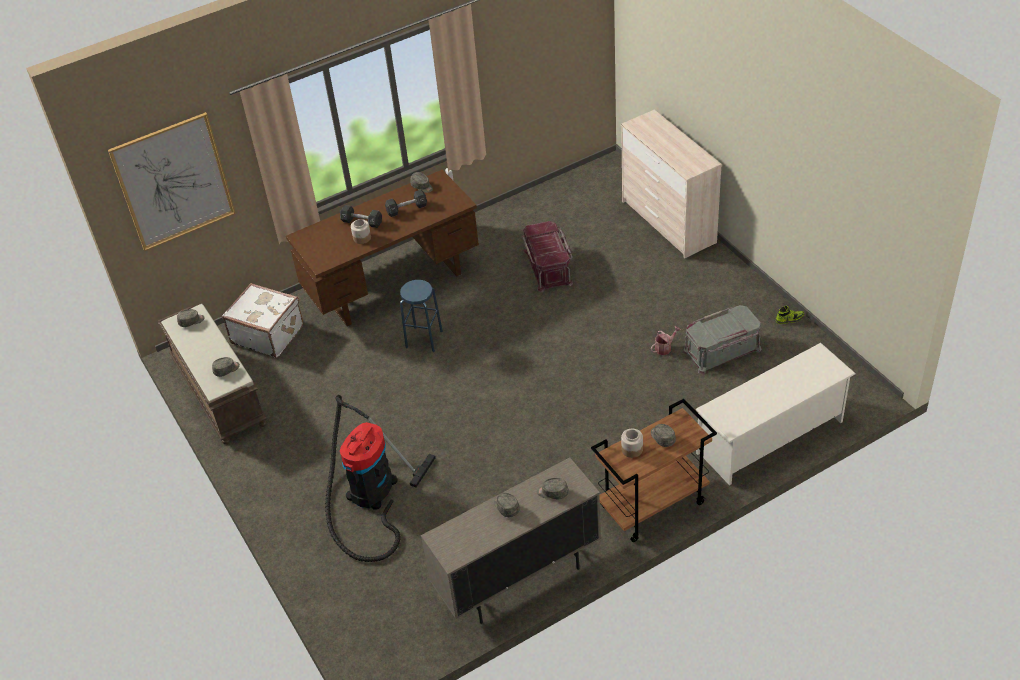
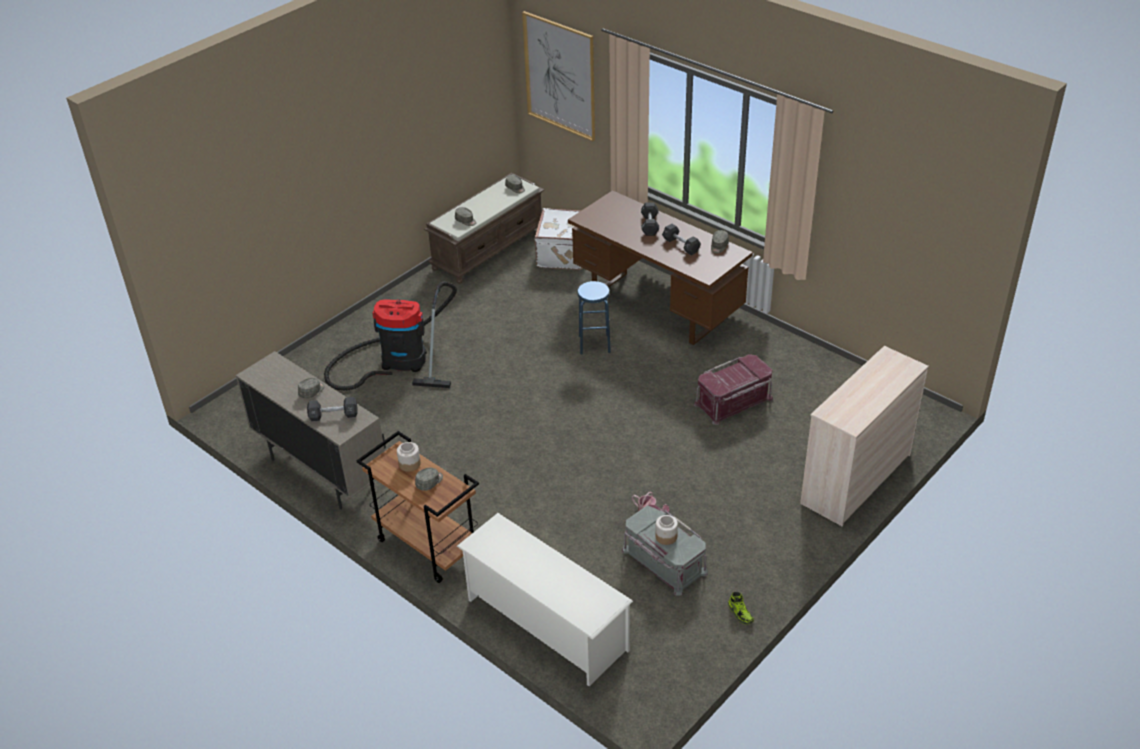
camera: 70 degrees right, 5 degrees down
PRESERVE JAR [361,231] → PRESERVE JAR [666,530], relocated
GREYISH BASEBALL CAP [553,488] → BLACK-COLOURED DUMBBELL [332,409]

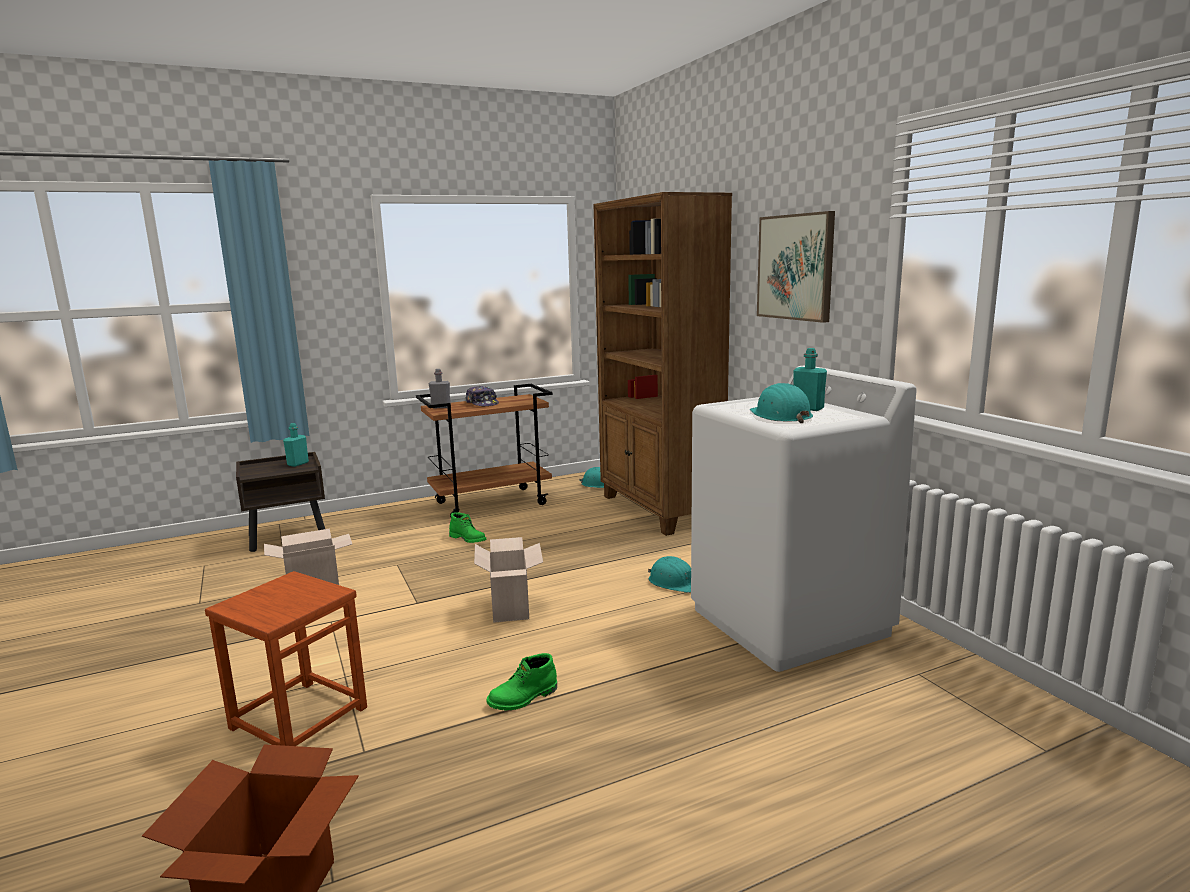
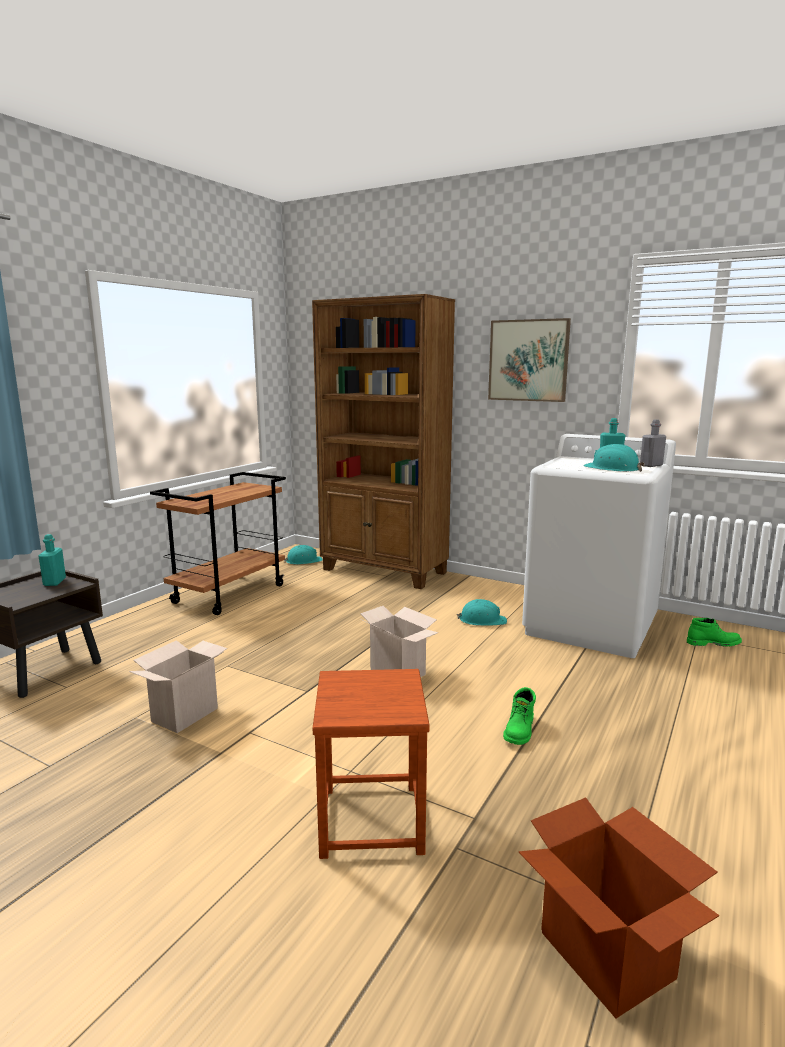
camera: 35 degrees left, 0 degrees up
GREYISH DRINK BOTTLE [440,388] → GREYISH DRINK BOTTLE [653,443], relocated
BASEBALL CAP [482,396] → -
GREEN TALL BOOT [467,527] → GREEN TALL BOOT [714,632], relocated

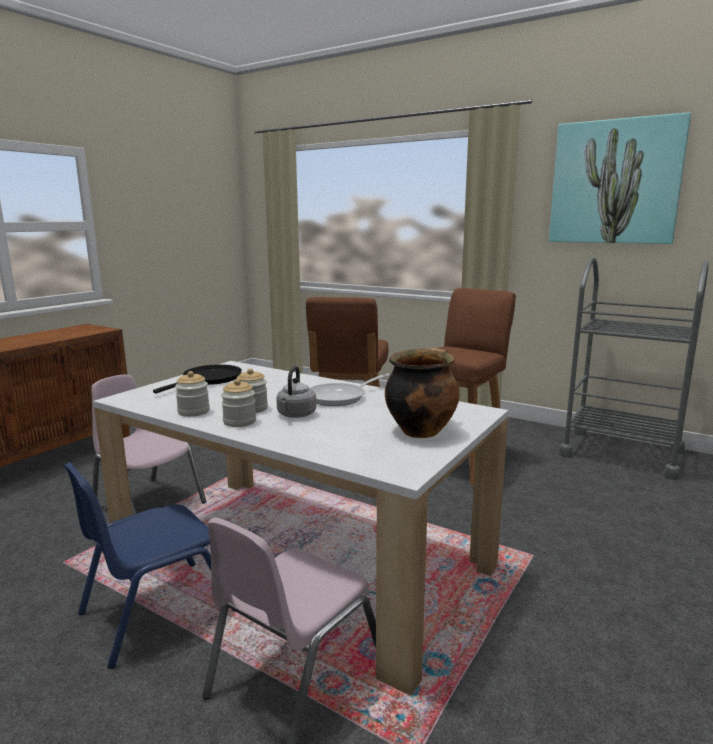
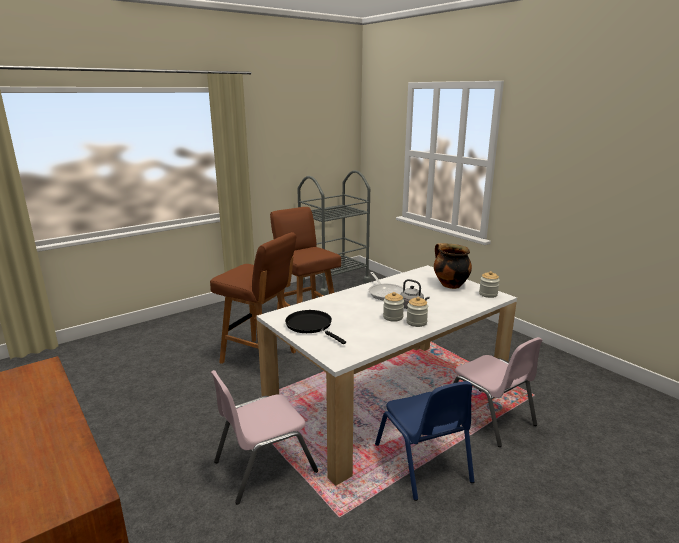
camera: 70 degrees left, 5 degrees up
WALL PICTURE [620,178] → -
PRESERVE JAR [192,394] → PRESERVE JAR [489,284], relocated

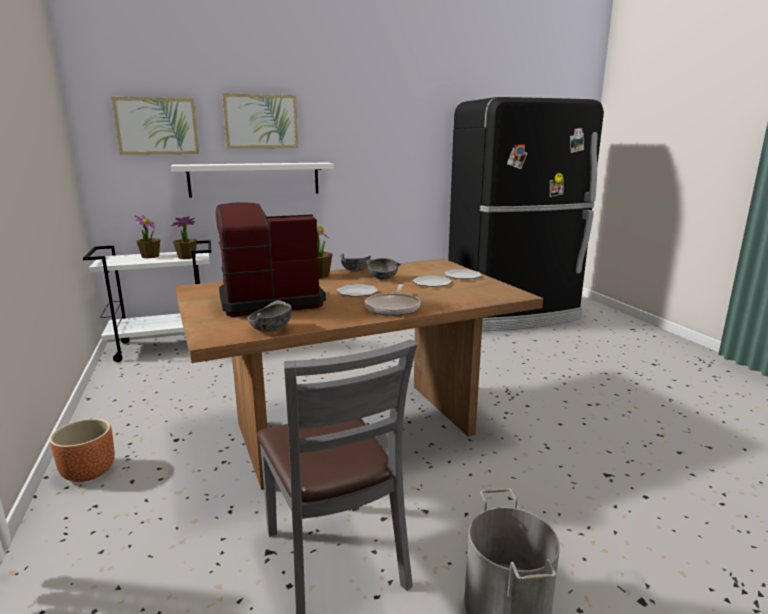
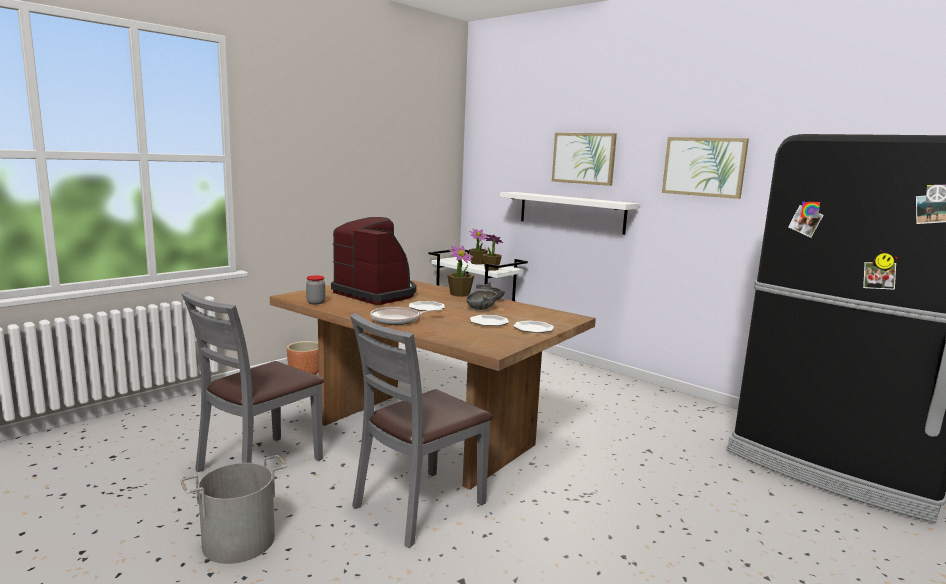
camera: 60 degrees right, 5 degrees down
WALL PICTURE [155,126] → WALL PICTURE [705,168], relocated
GREYISH BOWL [270,316] → PRESERVE JAR [315,290]
- → GREYISH CHAIR [421,430]

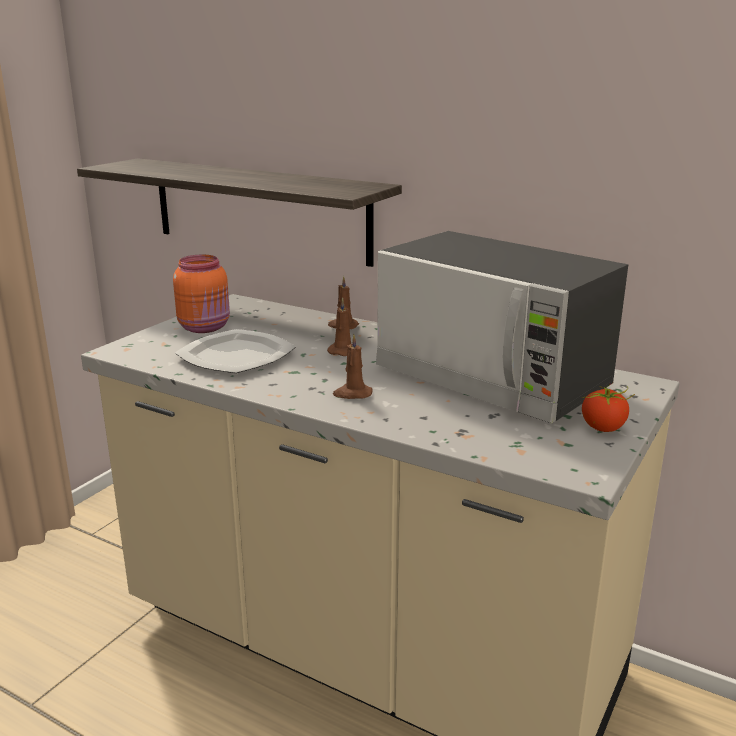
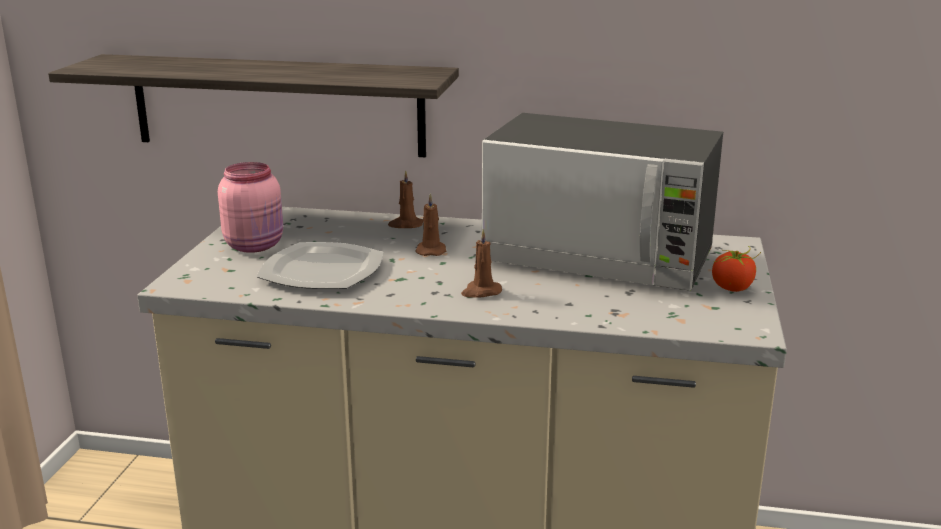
camera: 20 degrees left, 0 degrees up
ORANGE-COLOURED PRESERVE JAR [201,294] → PINK PRESERVE JAR [250,207]

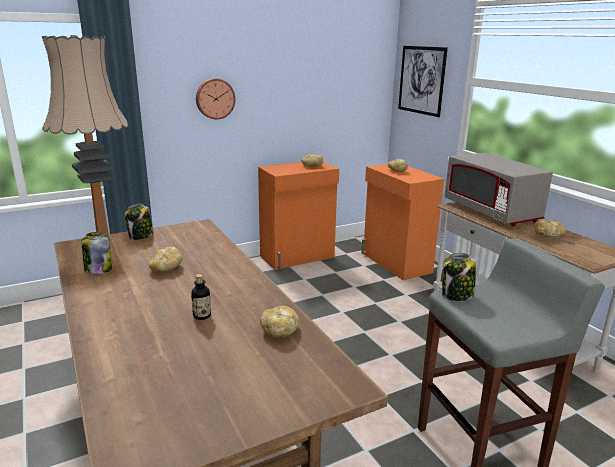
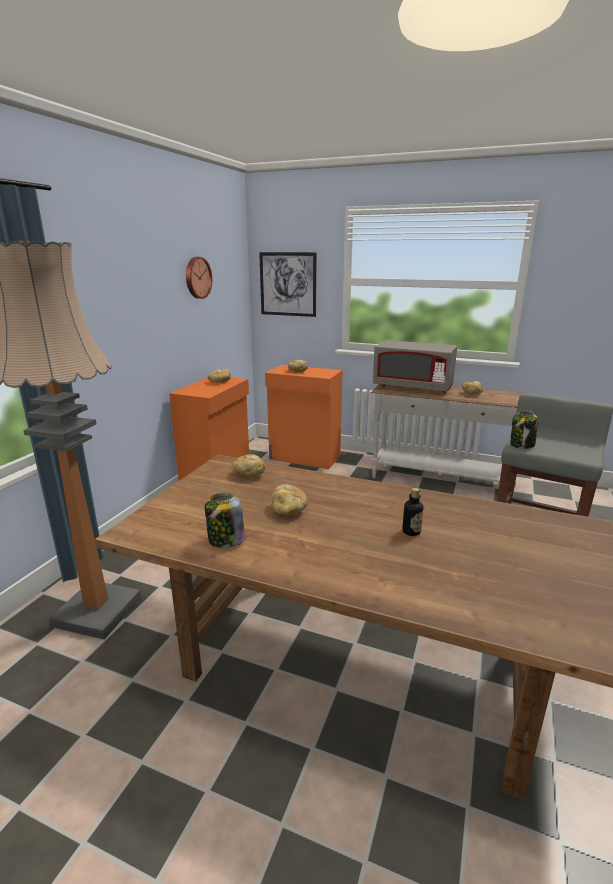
camera: 40 degrees left, 0 degrees up
WALL CLOCK [215,99] → WALL CLOCK [199,278], relocated
PRESERVE JAR [139,222] → -
BAKED BREAD [279,322] → BAKED BREAD [248,465], relocated

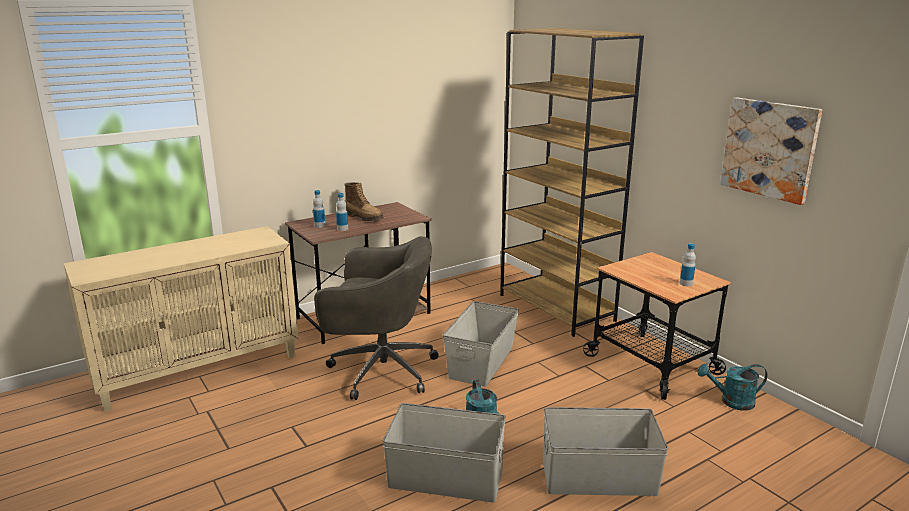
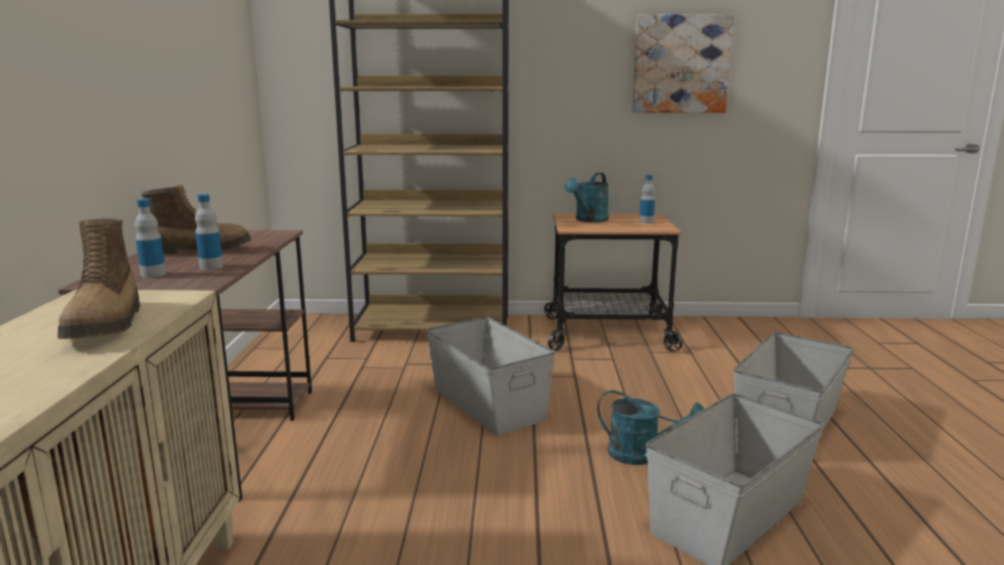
camera: 55 degrees left, 5 degrees down
GREYISH DESK CHAIR [376,318] → -
BLUE-GREEN SPRINKLING CAN [732,387] → BLUE-GREEN SPRINKLING CAN [586,197], relocated
- → TALL BOOT [99,278]

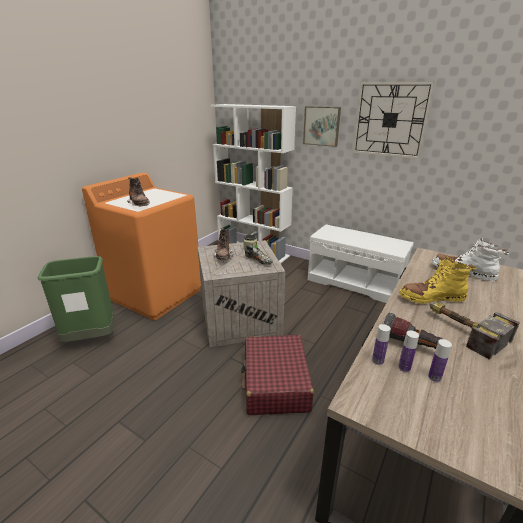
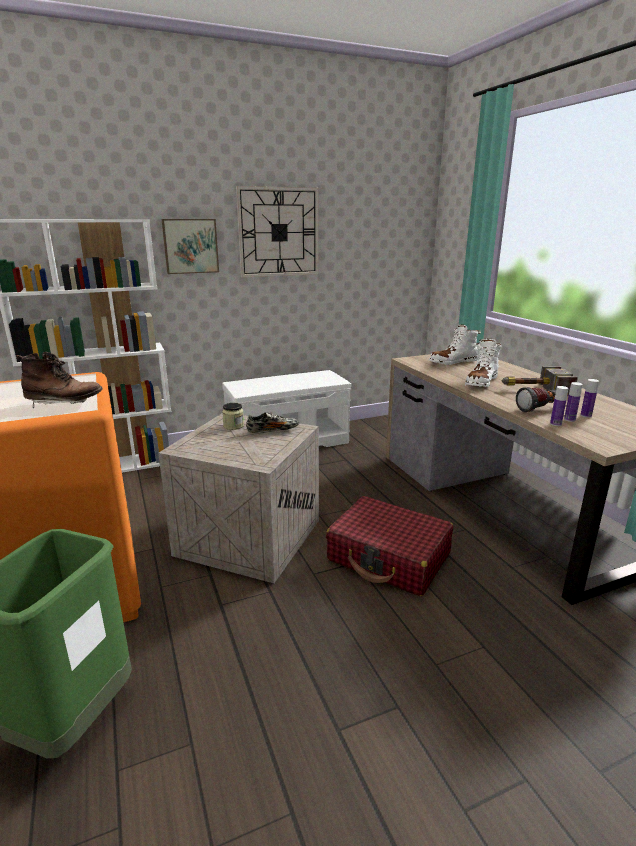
camera: 55 degrees left, 5 degrees down
BROWN TALL BOOT [223,244] → -
YELLOW-COLOURED TALL BOOT [437,280] → WHITE TALL BOOT [483,363]

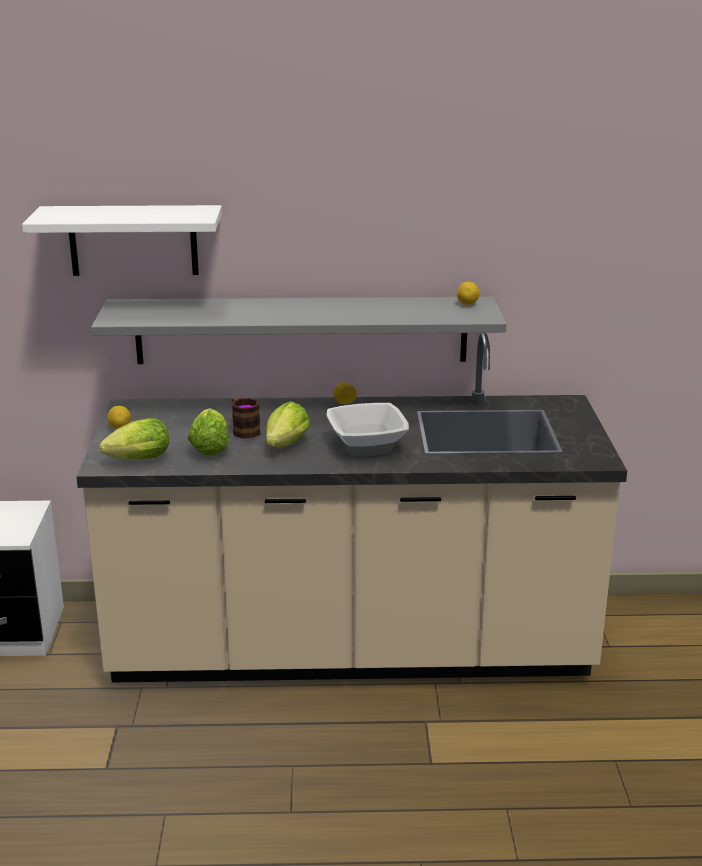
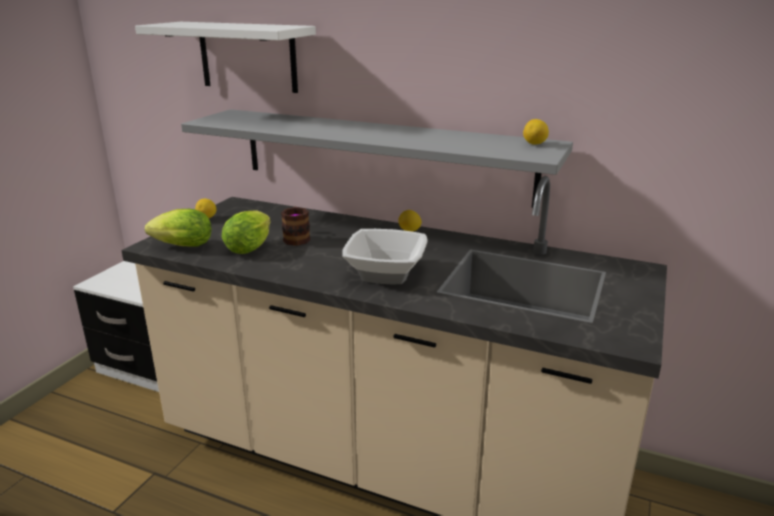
camera: 25 degrees right, 0 degrees up
HEAD OF LETTUCE [288,424] → -

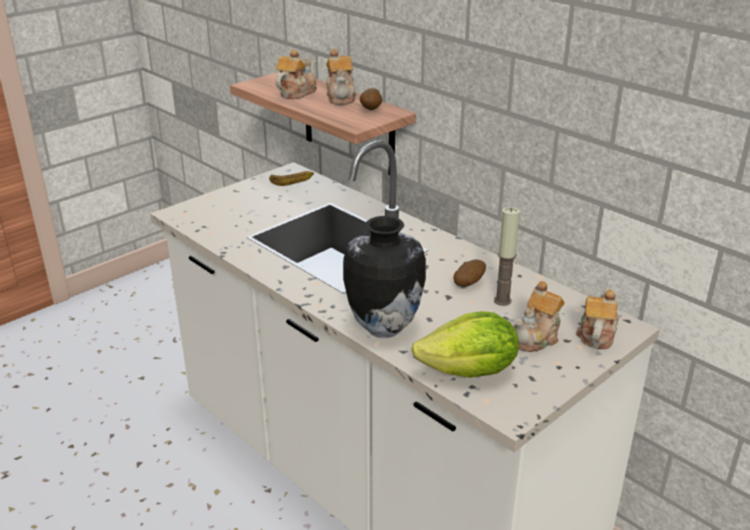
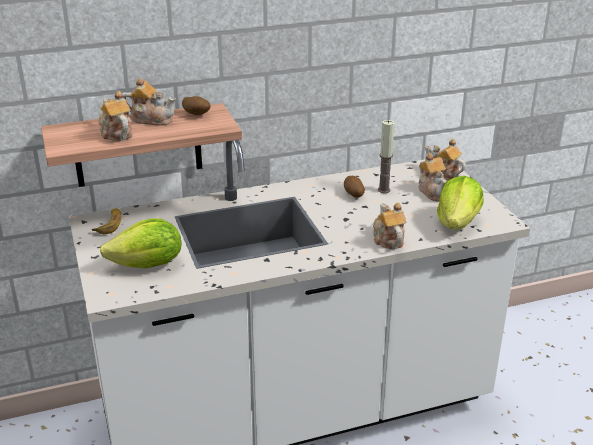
camera: 65 degrees left, 0 degrees up
DECORATIVE VASE [384,277] → POT FOR TEA [390,226]
- → HEAD OF LETTUCE [141,243]

